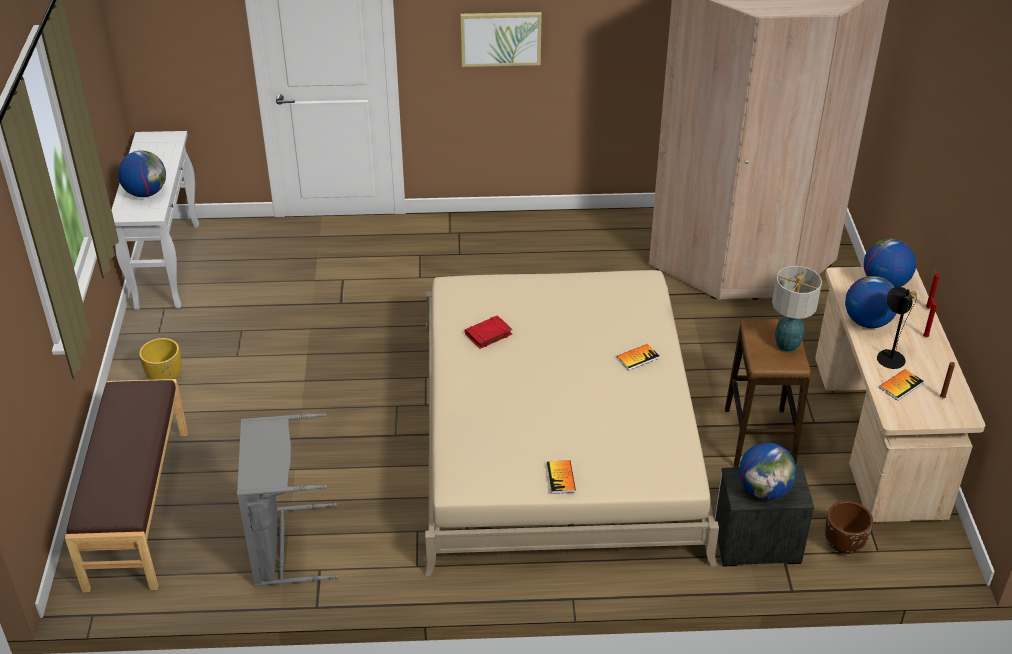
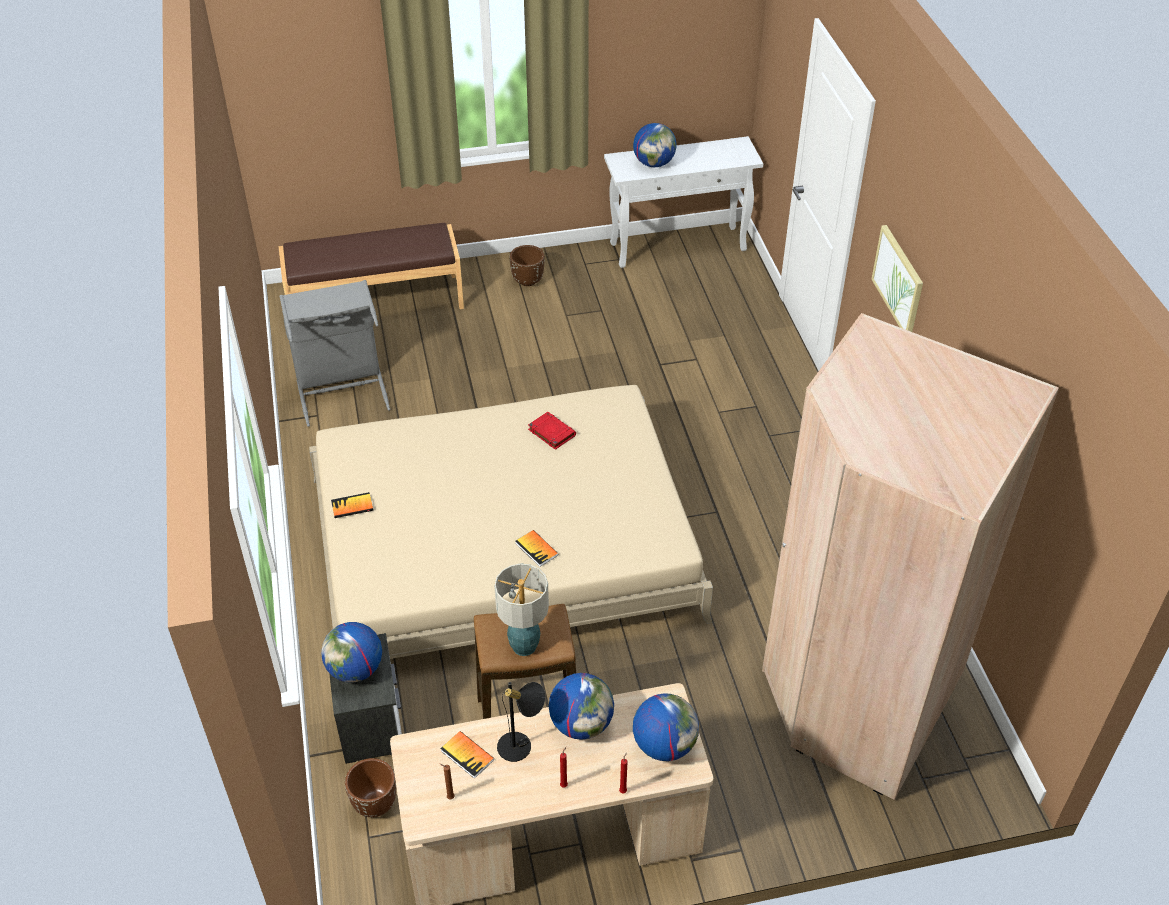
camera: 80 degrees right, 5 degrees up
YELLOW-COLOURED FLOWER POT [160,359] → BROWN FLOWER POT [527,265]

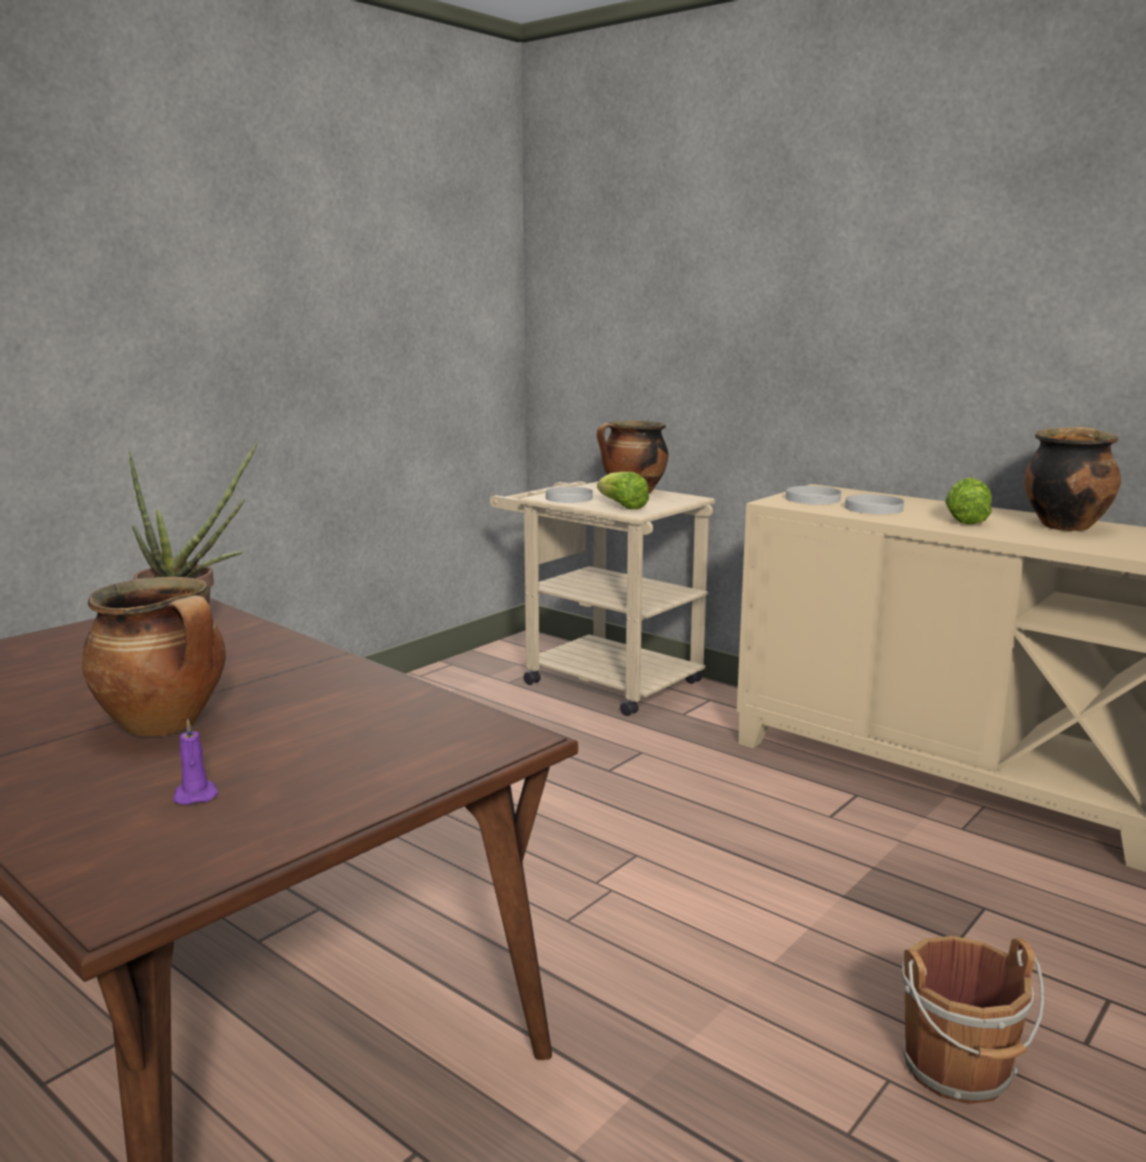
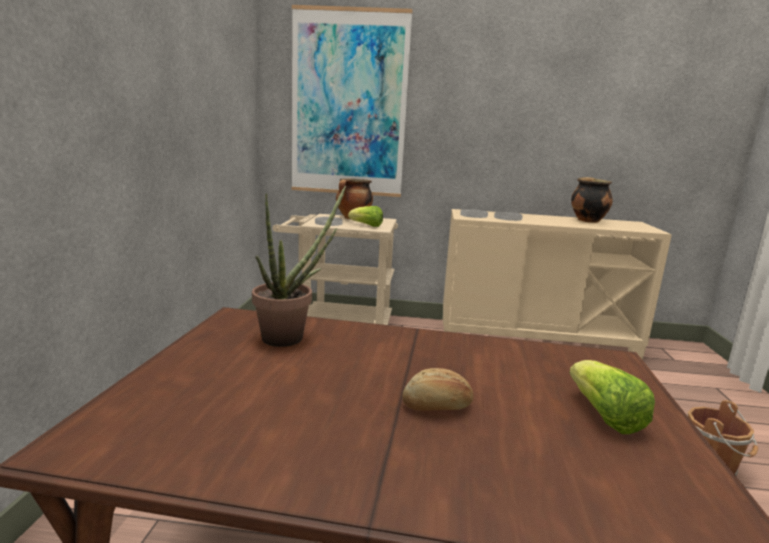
camera: 35 degrees left, 0 degrees up
HEAD OF LETTUCE [968,501] → HEAD OF LETTUCE [612,397], relocated
STOCKPOT [154,657] → BAKED BREAD [438,389]
PURPLE-COLOURED CANDLE [195,761] → -
- → WALL PICTURE [352,101]

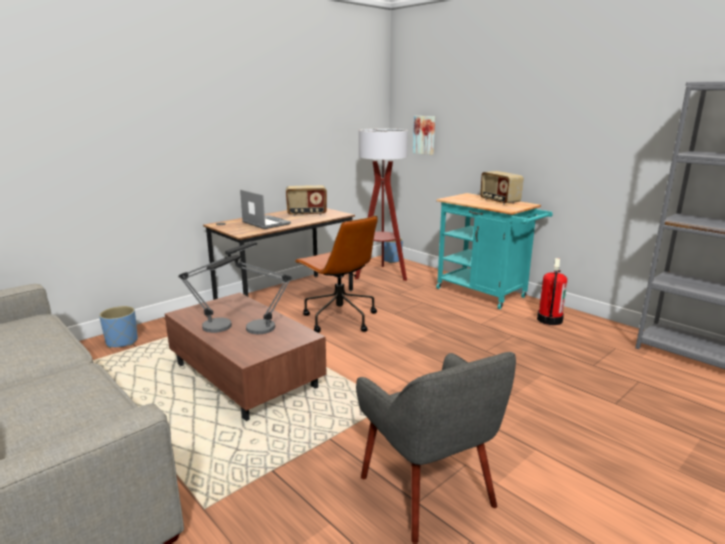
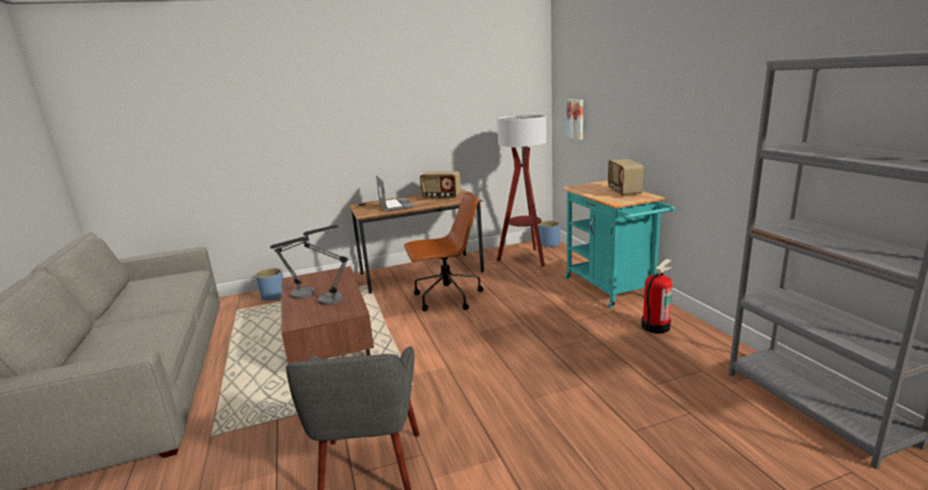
camera: 25 degrees right, 0 degrees up
BROWN DESK CHAIR [336,274] → BROWN DESK CHAIR [443,251], 90 degrees counterclockwise

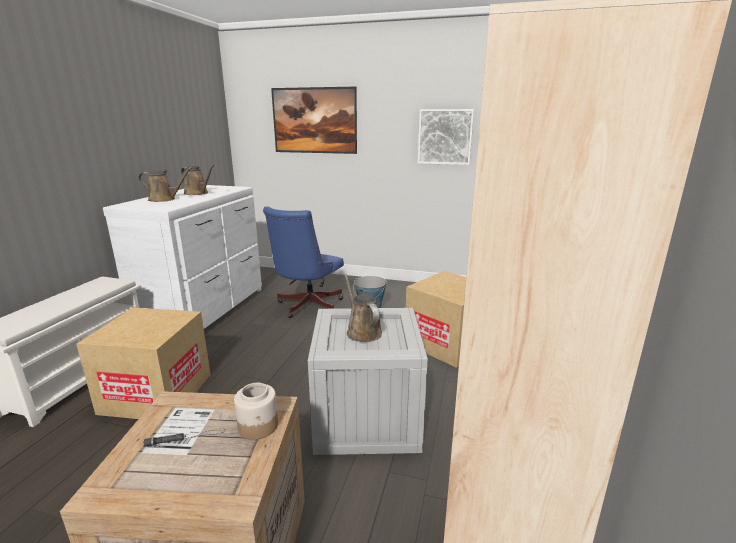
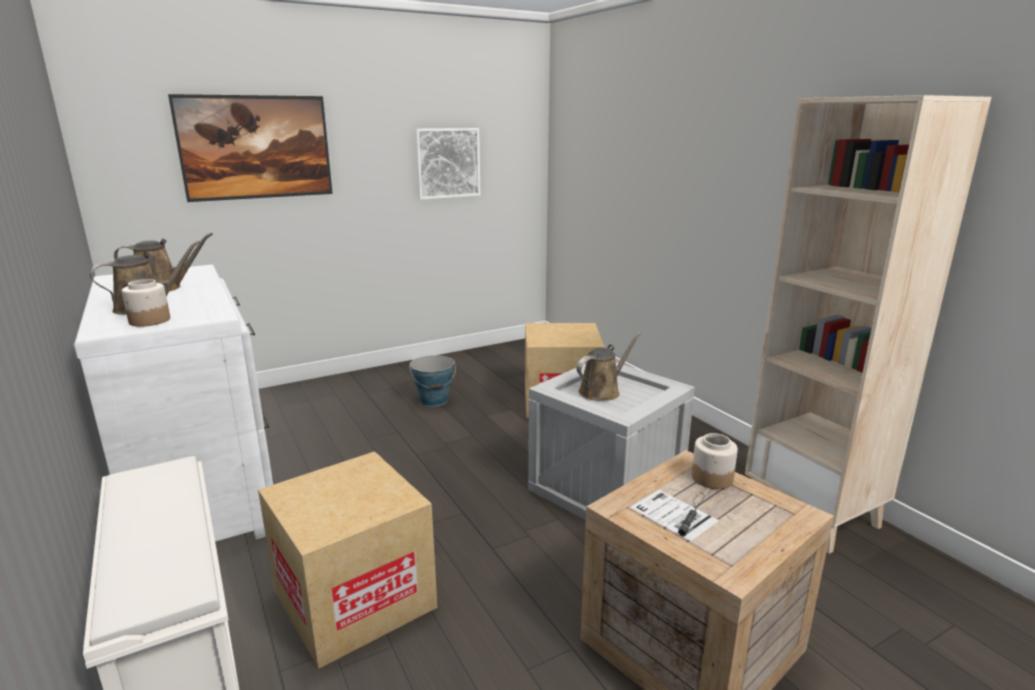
camera: 45 degrees left, 0 degrees up
BLUE-COLOURED DESK CHAIR [303,262] → -
BROWN SPRINKLING CAN [363,308] → BROWN SPRINKLING CAN [609,366], 120 degrees clockwise
- → PRESERVE JAR [146,303]

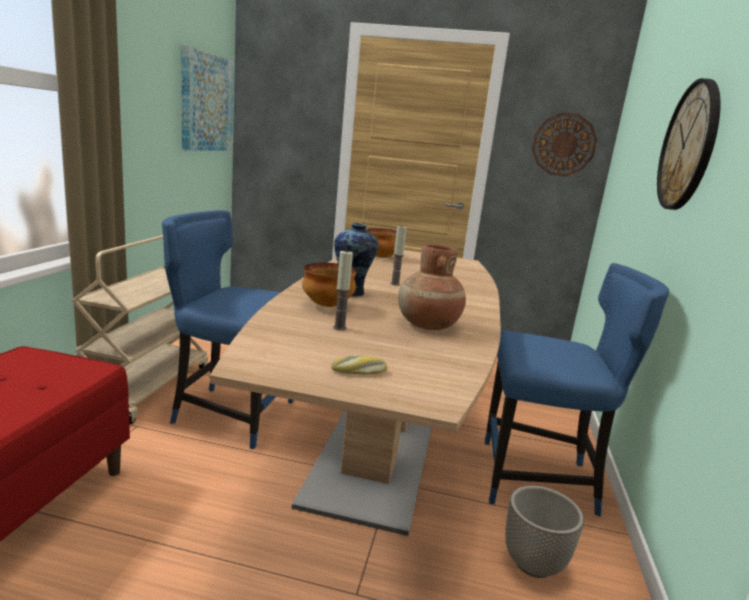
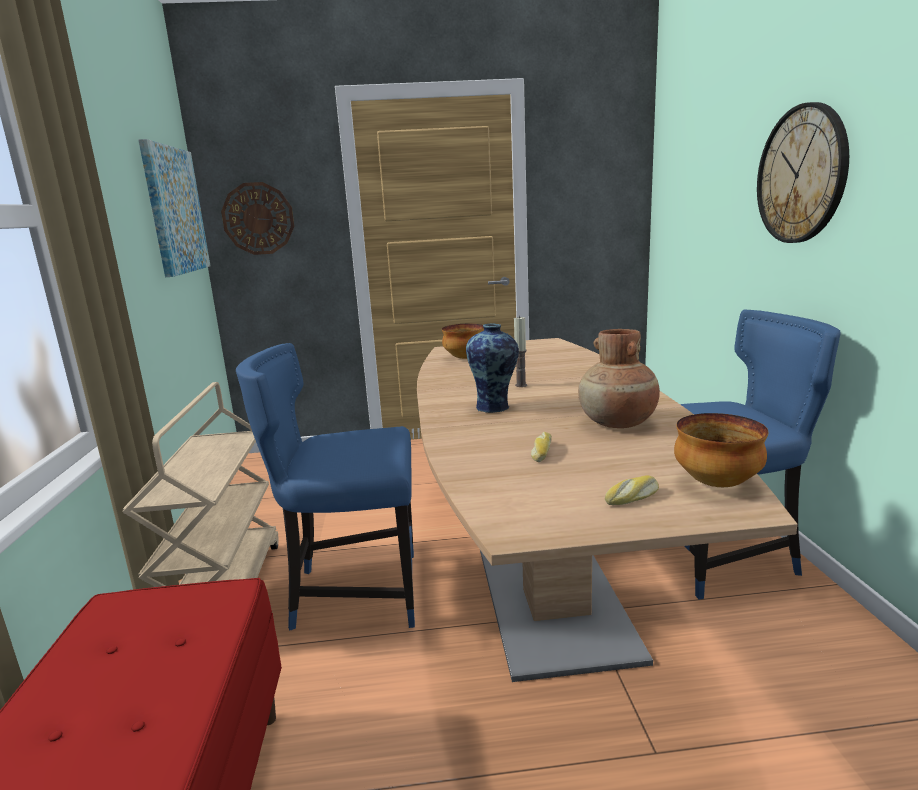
camera: 15 degrees left, 0 degrees up
WALL CLOCK [564,145] → WALL CLOCK [257,218], relocated
CANDLE [343,290] → BAKED BREAD [541,447]
BOWL [329,284] → BOWL [721,450], relocated
FLOWER POT [544,532] → -

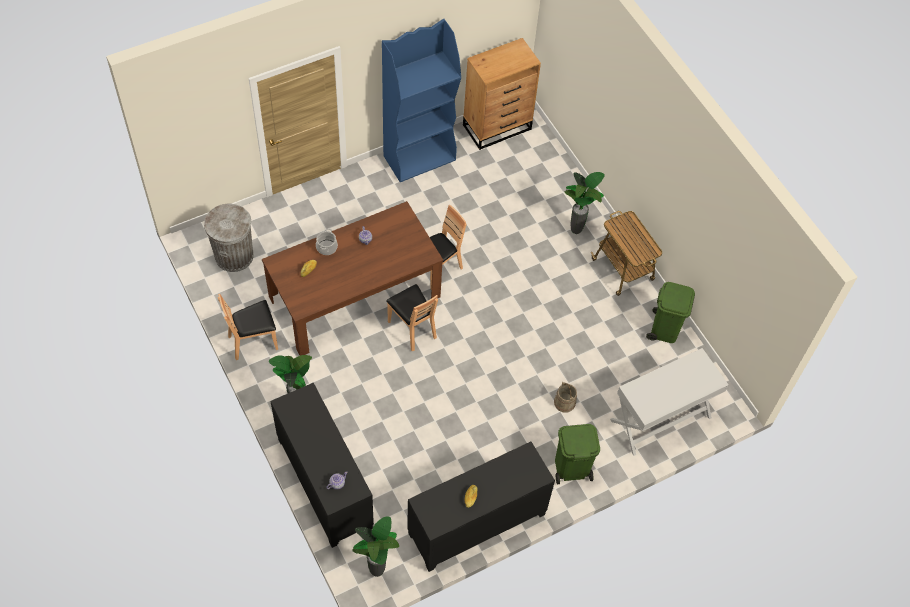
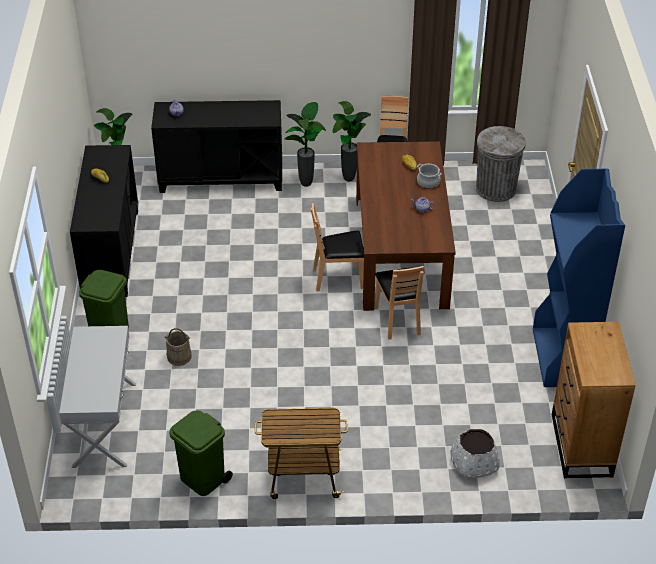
camera: 120 degrees right, 15 degrees down
PLANT IN A POT [584,203] → PLANT IN A POT [351,141], relocated
- → WHITE FLOWER POT [475,454]

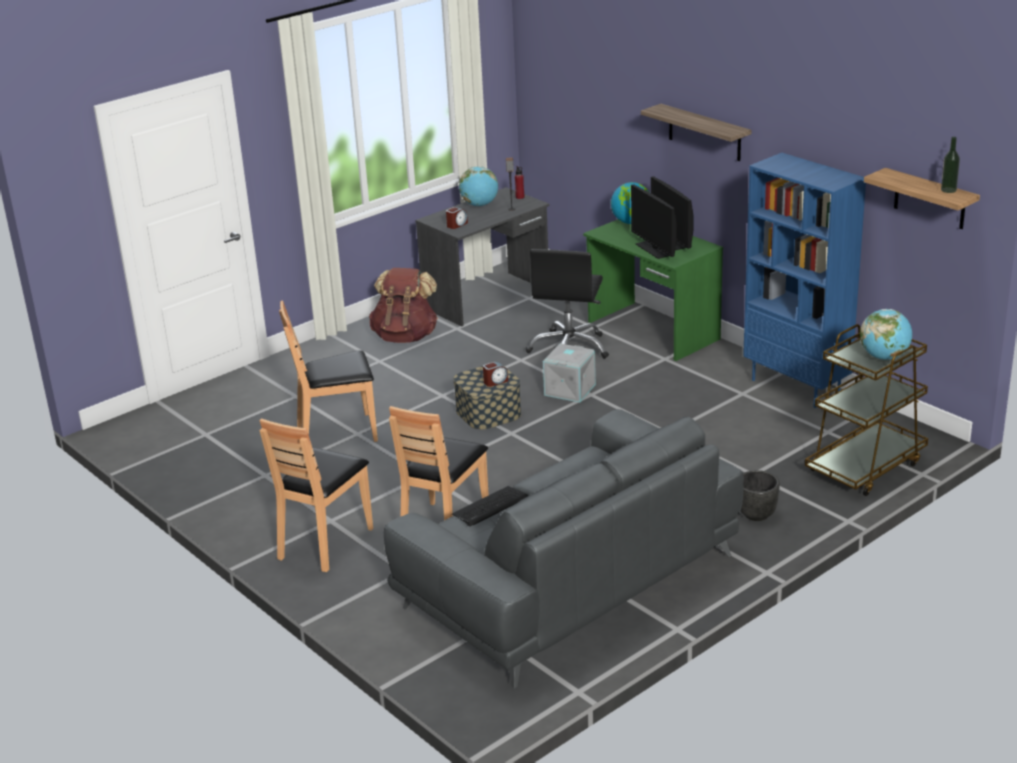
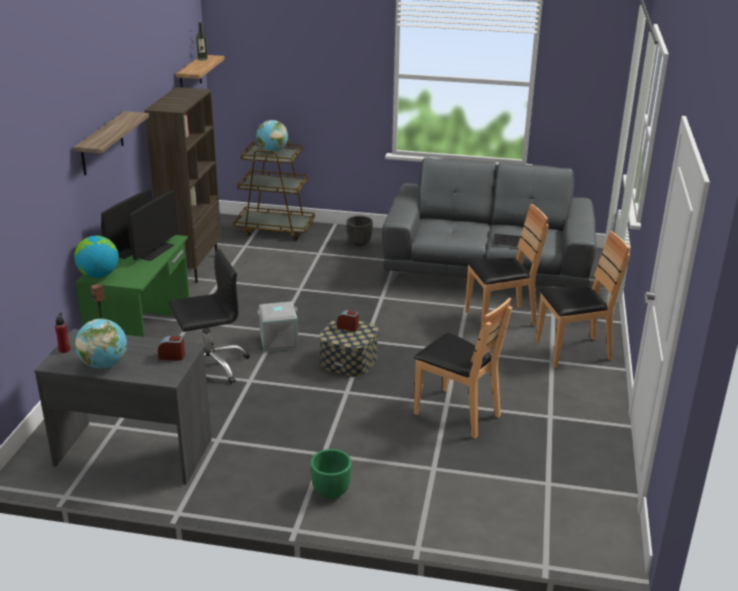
camera: 130 degrees left, 0 degrees up
BLUE-COLOURED BOOKSHELF [804,280] → BROWN BOOKSHELF [182,185]
BROWN KNAPSACK [403,305] → -
- → GREEN FLOWER POT [331,474]

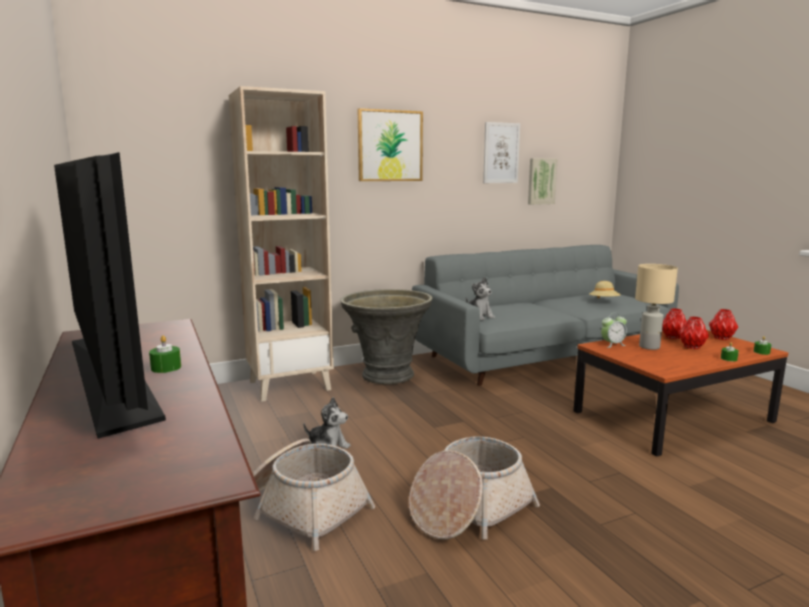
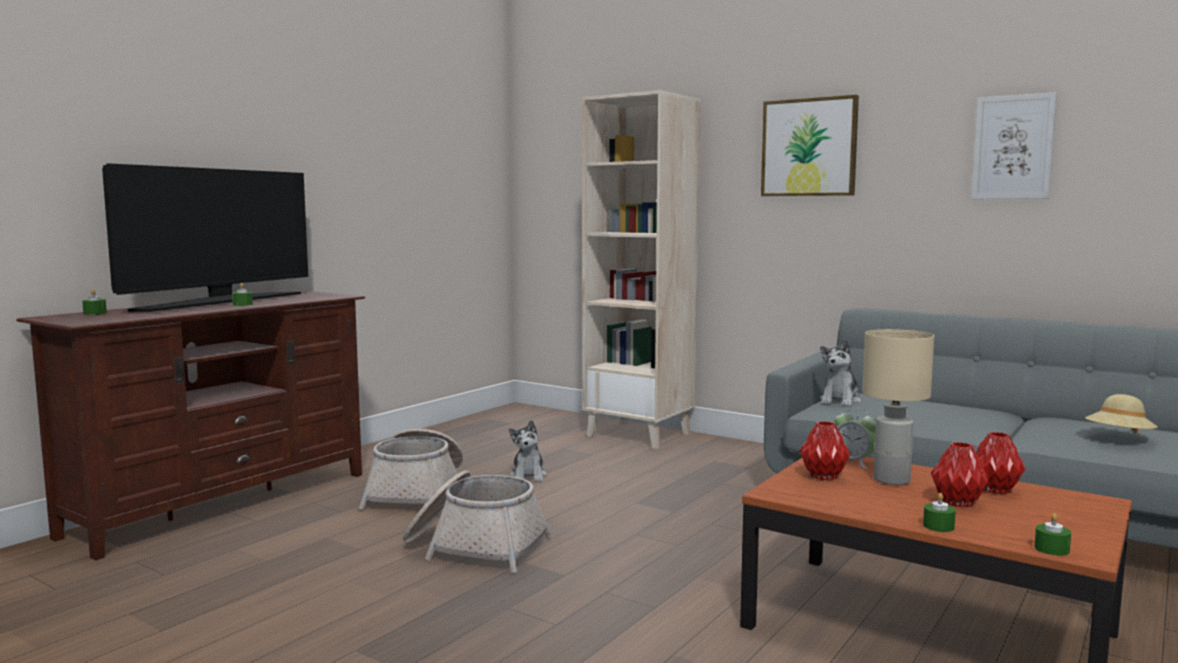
camera: 60 degrees right, 5 degrees down
WALL PICTURE [542,181] → -
GREYISH FLOWER POT [386,336] → -
RED DECORATIVE VASE [723,324] → RED DECORATIVE VASE [825,450], relocated
- → GREEN CANDLE [94,302]

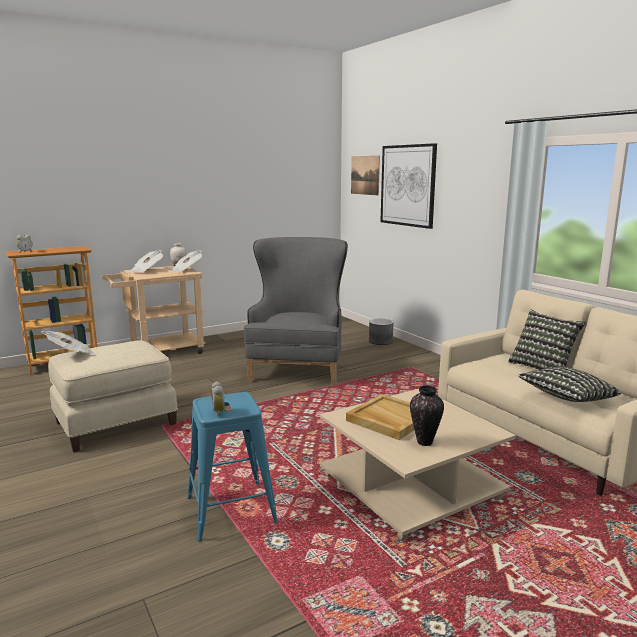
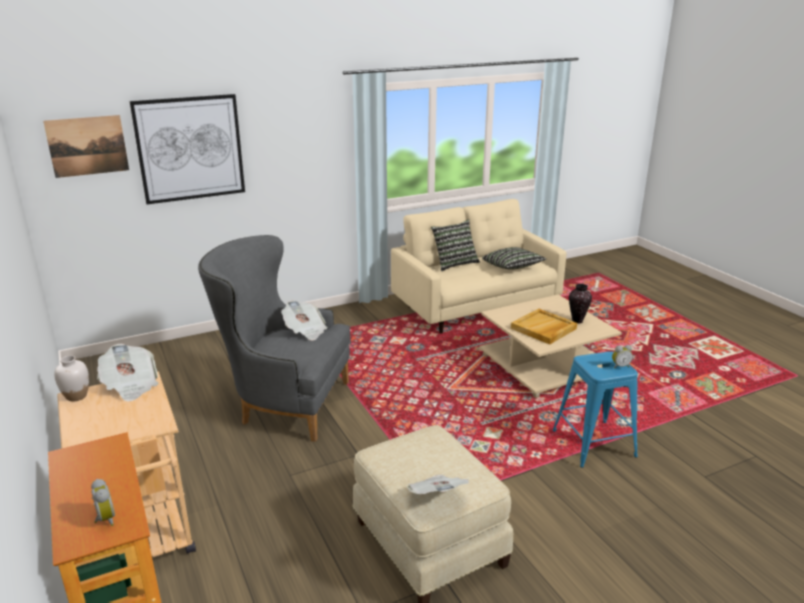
camera: 85 degrees left, 10 degrees up
NEWSPAPER [146,261] → NEWSPAPER [304,320], relocated
GREYISH FLOWER POT [381,332] → -

